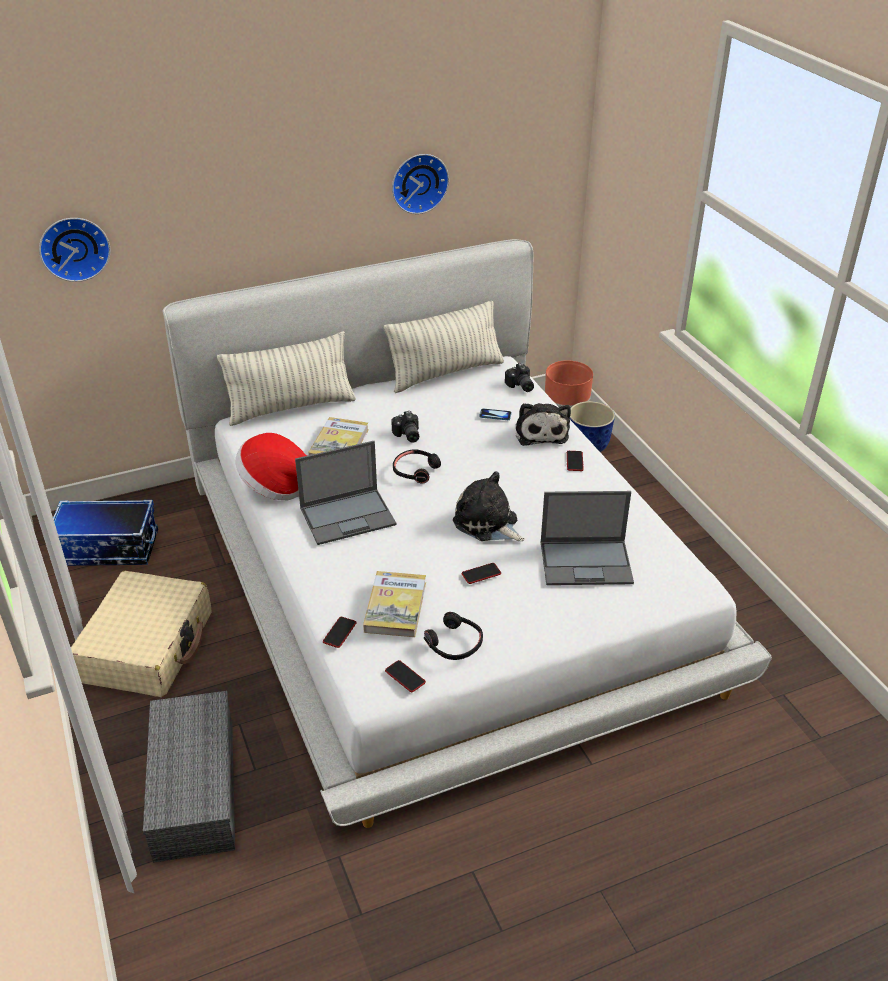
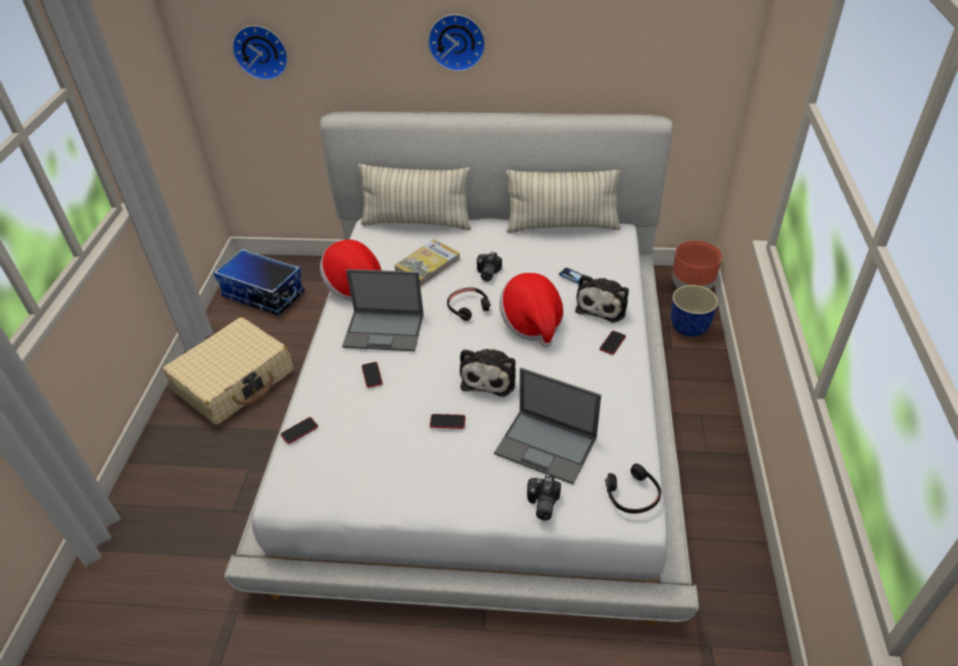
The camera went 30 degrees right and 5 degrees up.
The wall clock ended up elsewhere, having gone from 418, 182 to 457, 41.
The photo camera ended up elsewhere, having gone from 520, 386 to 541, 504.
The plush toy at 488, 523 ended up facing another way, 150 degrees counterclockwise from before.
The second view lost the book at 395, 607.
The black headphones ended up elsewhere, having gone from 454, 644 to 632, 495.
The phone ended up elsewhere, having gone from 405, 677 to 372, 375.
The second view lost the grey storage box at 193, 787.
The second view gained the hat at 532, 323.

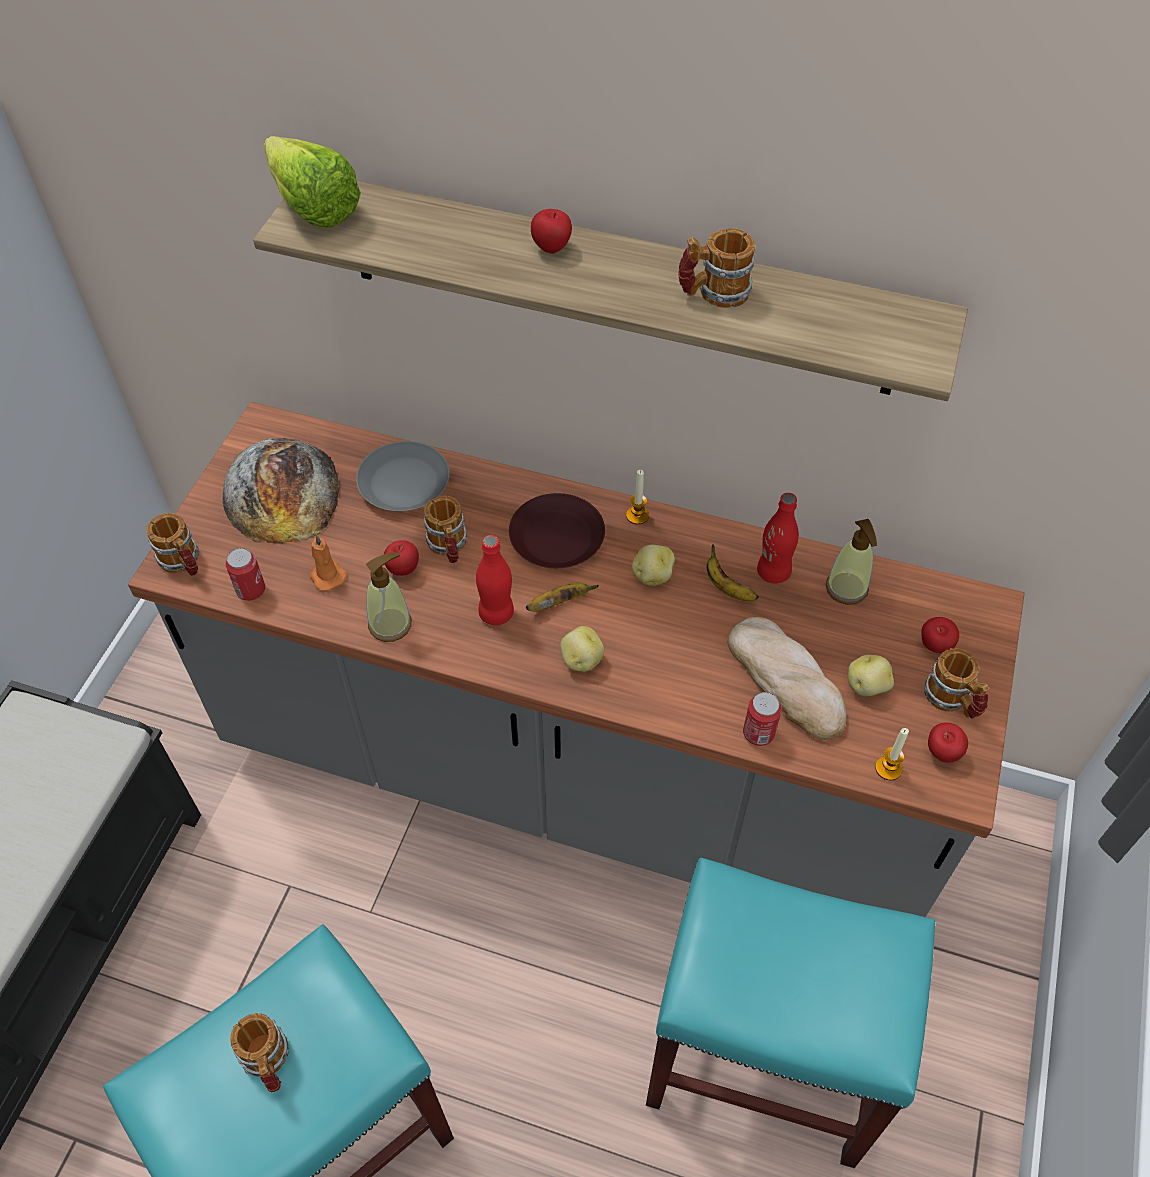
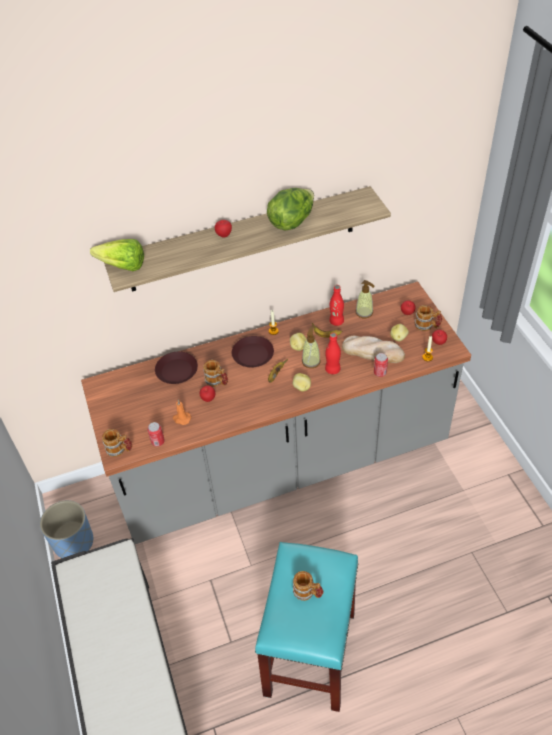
The camera went 35 degrees left and 5 degrees down.
Where the mug stood at 713, 293, the lettuce came to stand at 292, 221.
The second view lost the bread at 282, 490.
What was the grey plate at 403, 483 turned into the brown plate at 176, 371.
The red bottle ended up elsewhere, having gone from 496, 613 to 332, 369.
The soap dispenser ended up elsewhere, having gone from 390, 624 to 311, 361.
The second view lost the turquoise stool at 765, 1057.
The second view gained the blue planter at 73, 542.

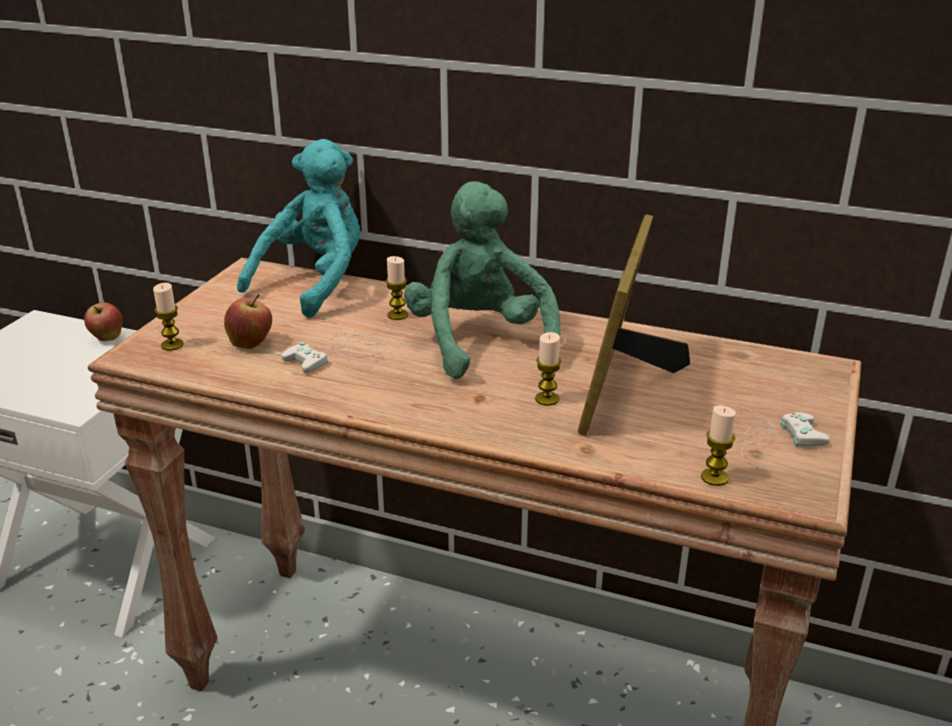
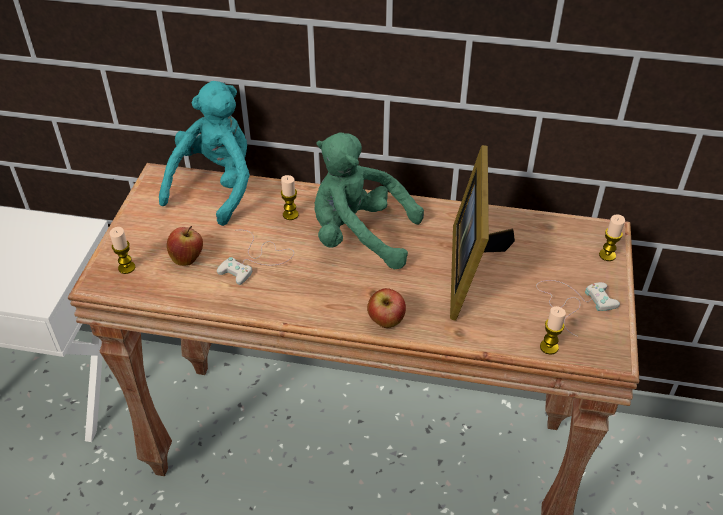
The camera went 10 degrees left and 15 degrees up.
The green plush toy at 479, 342 ended up facing another way, 45 degrees counterclockwise from before.
The apple ended up elsewhere, having gone from 107, 338 to 386, 322.
The candle ended up elsewhere, having gone from 547, 399 to 607, 255.

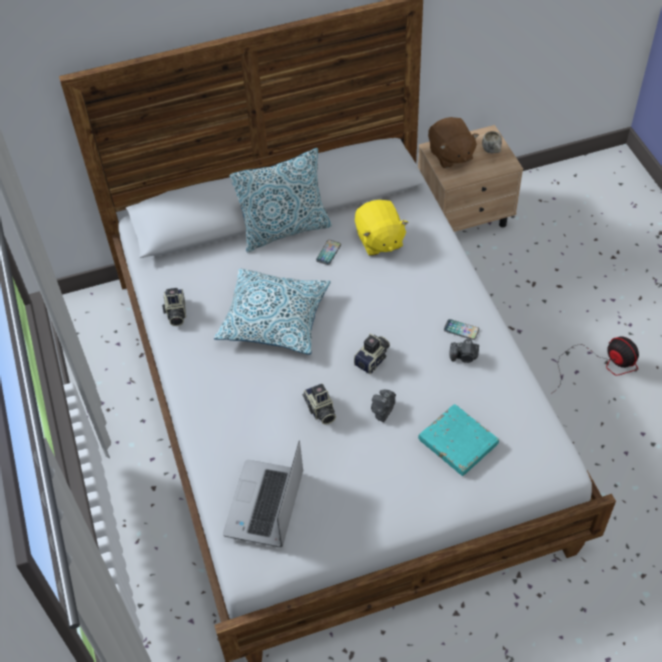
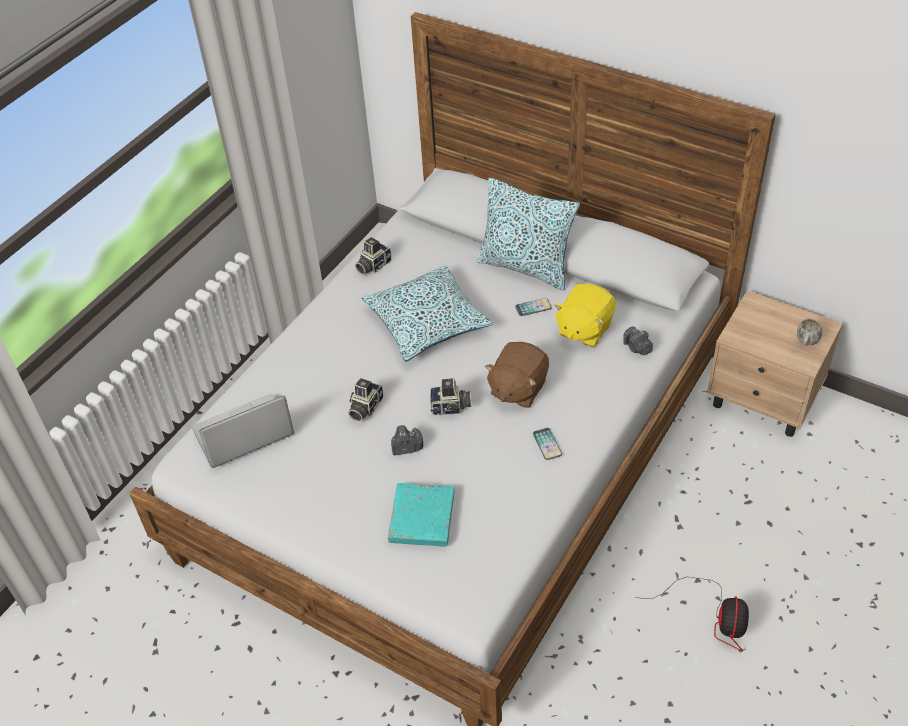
The camera went 50 degrees right and 5 degrees down.
The brown plush toy ended up elsewhere, having gone from 450, 155 to 517, 388.
The photo camera ended up elsewhere, having gone from 464, 357 to 637, 348.

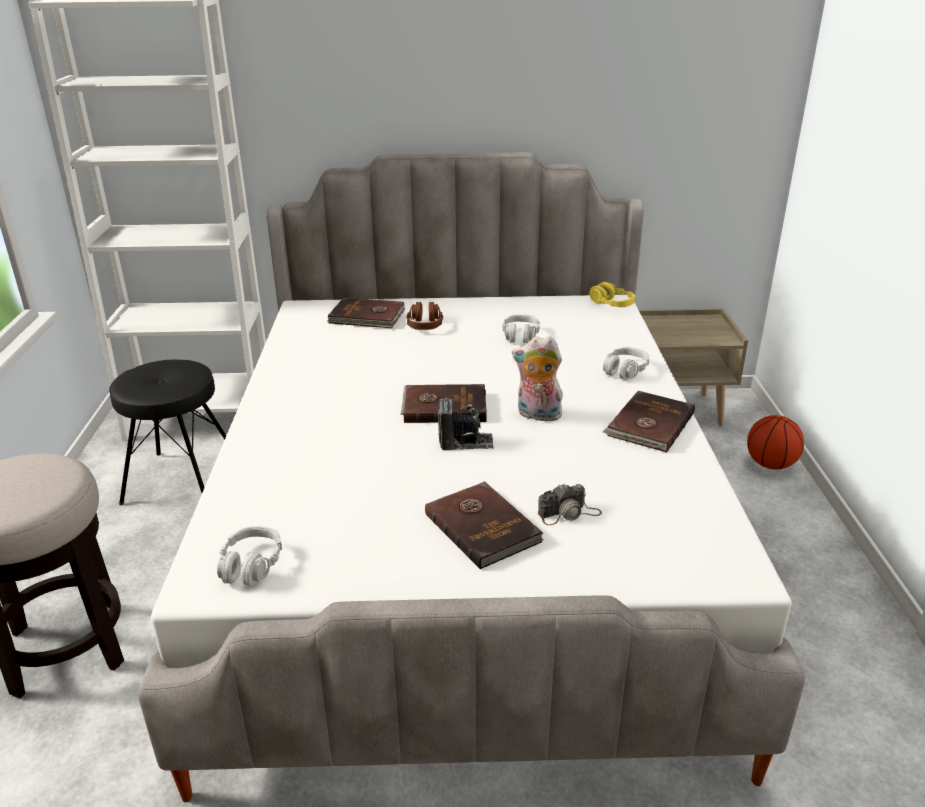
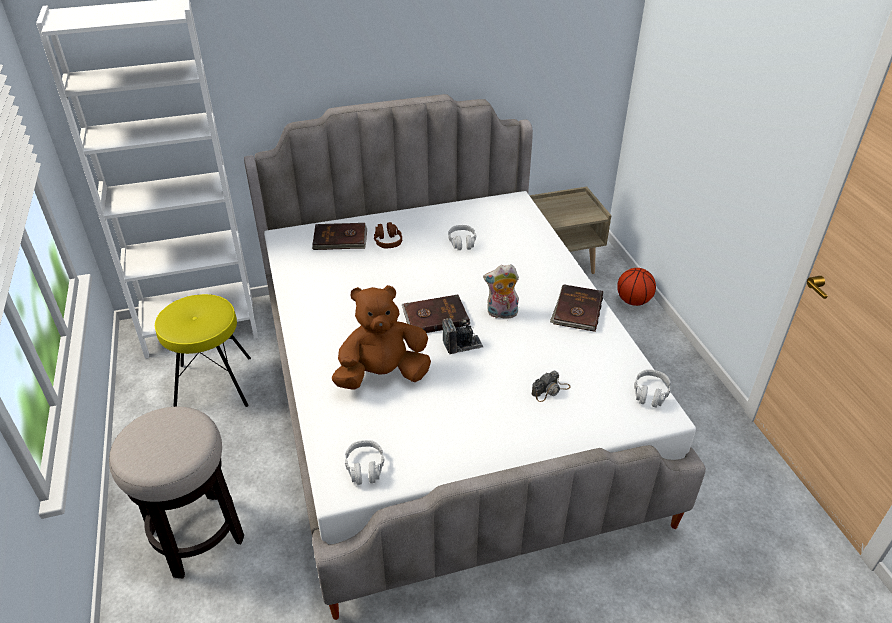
The camera went 15 degrees left and 10 degrees up.
The second view lost the yellow headphones at 611, 304.
The grey headphones ended up elsewhere, having gone from 625, 370 to 650, 394.
What was the black stool at 181, 480 turned into the yellow stool at 213, 385.
The second view lost the brown book at 483, 527.
The second view gained the brown plush toy at 383, 375.

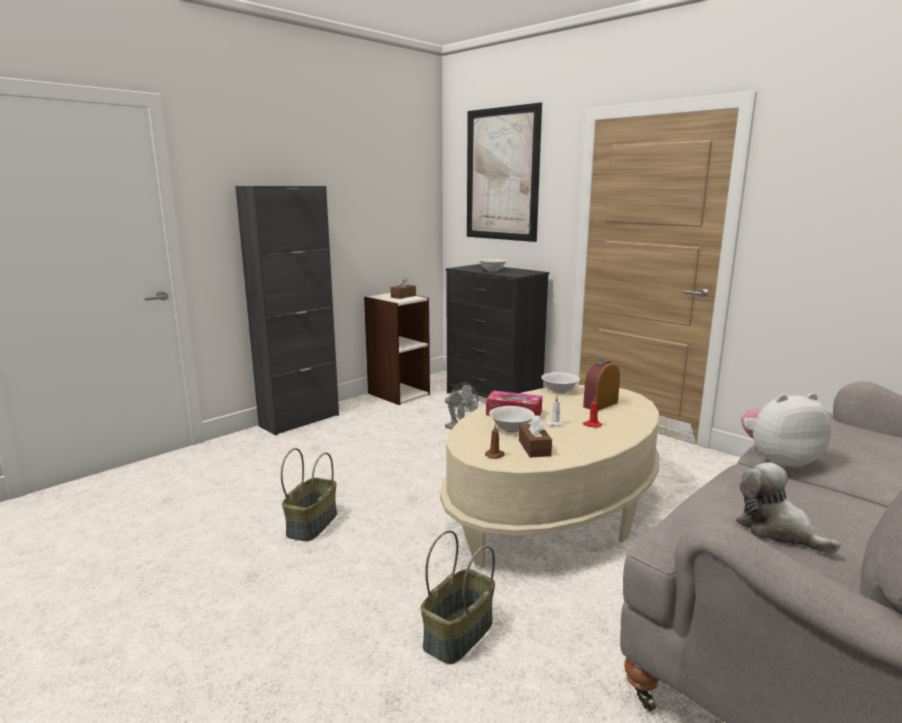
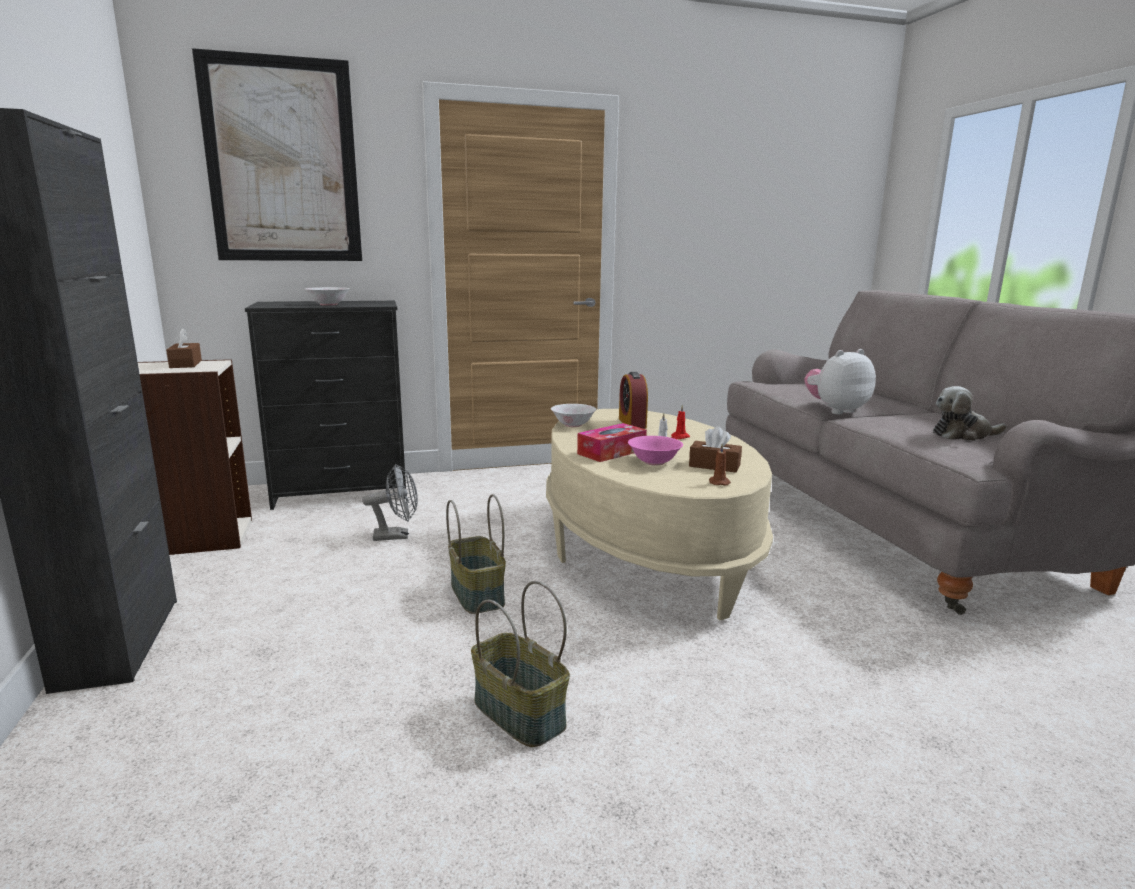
The camera went 60 degrees left and 0 degrees up.
The plush toy at 778, 461 ended up facing another way, 45 degrees clockwise from before.
What was the white bowl at 511, 429 turned into the pink bowl at 654, 462.
The basket ended up elsewhere, having gone from 459, 635 to 478, 594.

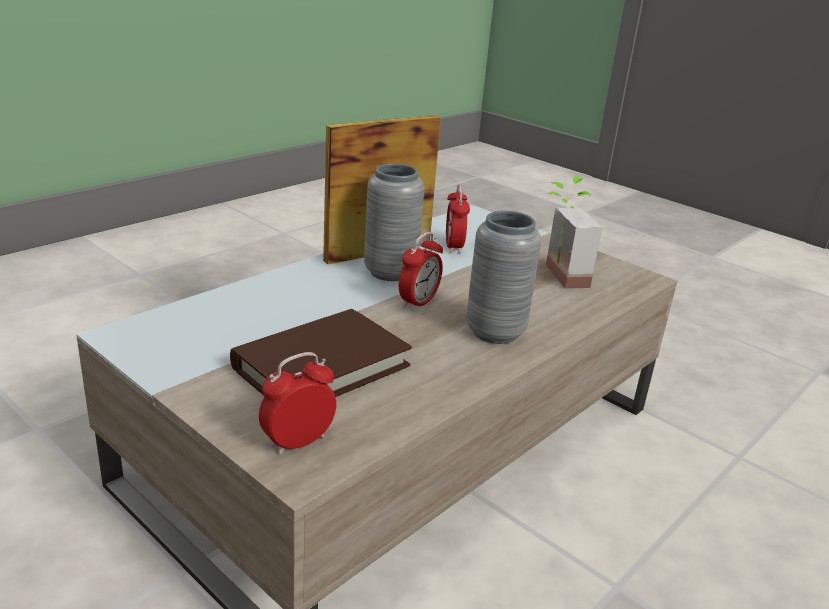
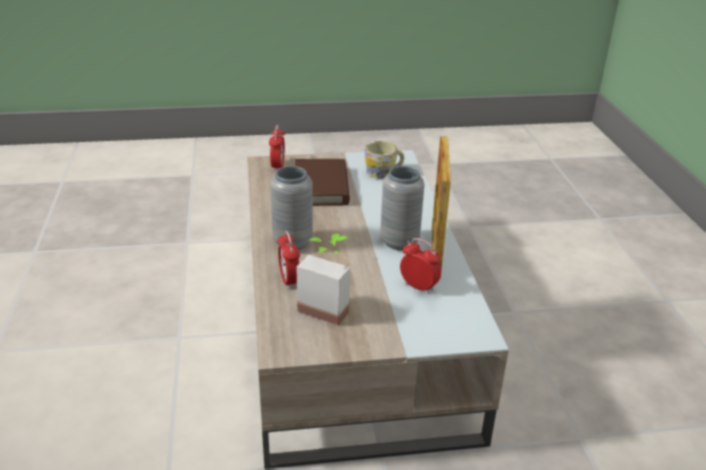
The camera went 130 degrees right and 5 degrees up.
The alarm clock ended up elsewhere, having gone from 418, 303 to 289, 280.
The second view gained the mug at 384, 172.

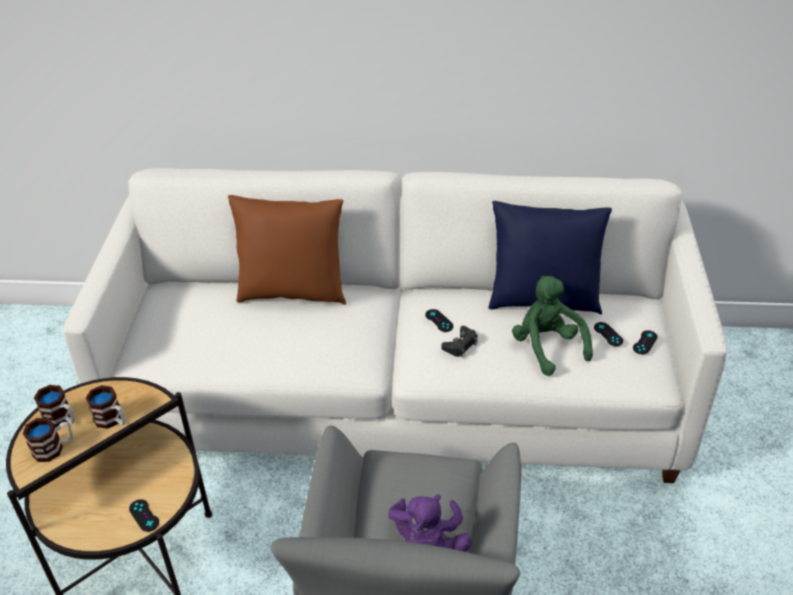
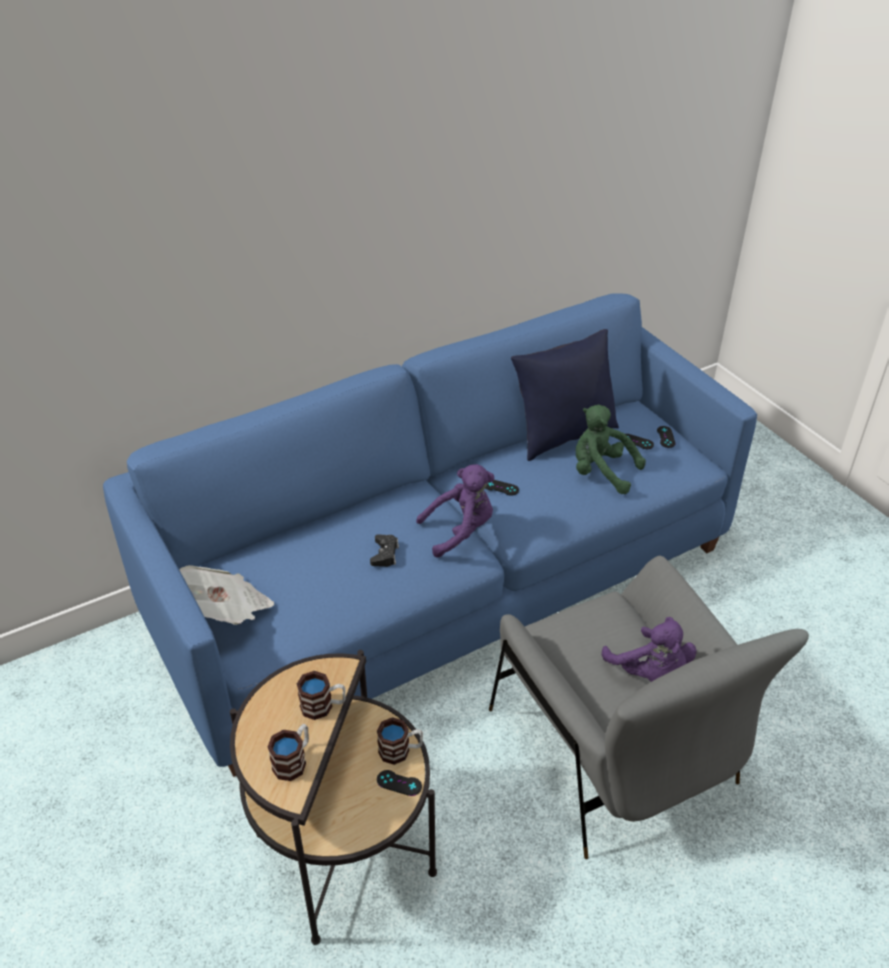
The camera went 35 degrees left and 0 degrees up.
What was the white sofa at 400, 393 turned into the blue sofa at 445, 583.
The second view lost the brown pillow at 292, 292.
The black game controller ended up elsewhere, having gone from 460, 345 to 385, 554.
The mug ended up elsewhere, having gone from 62, 419 to 400, 750.
The second view gained the purple plush toy at 460, 531.
The second view gained the newspaper at 226, 611.

